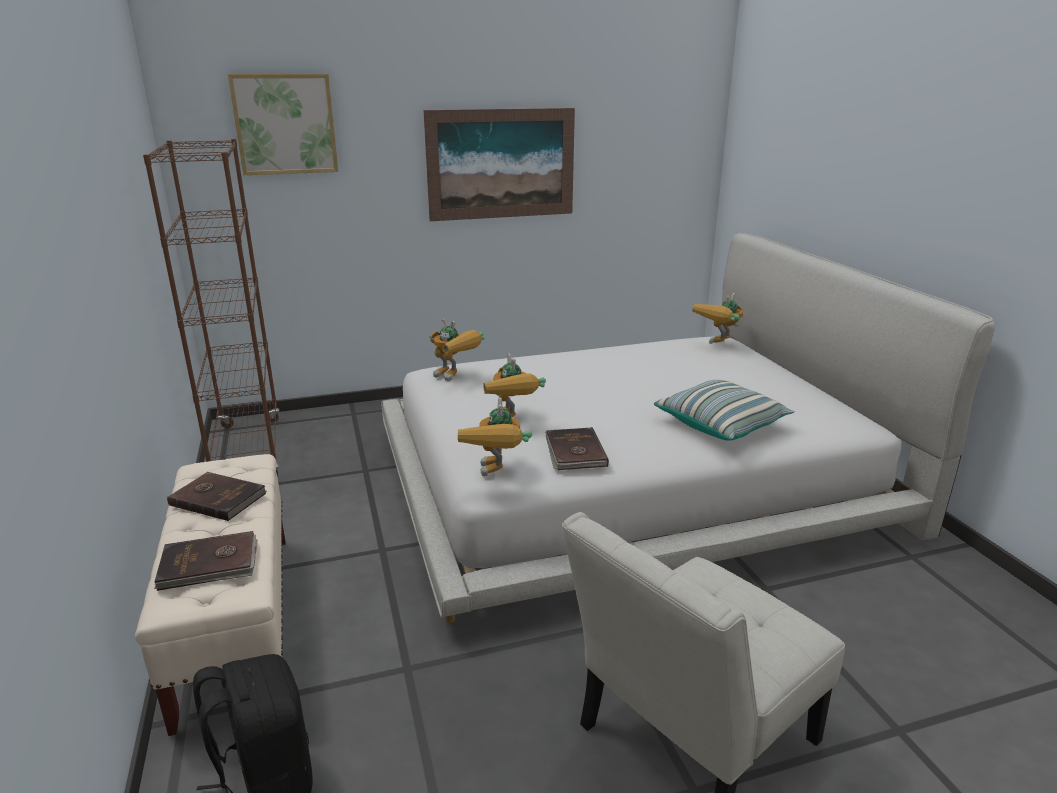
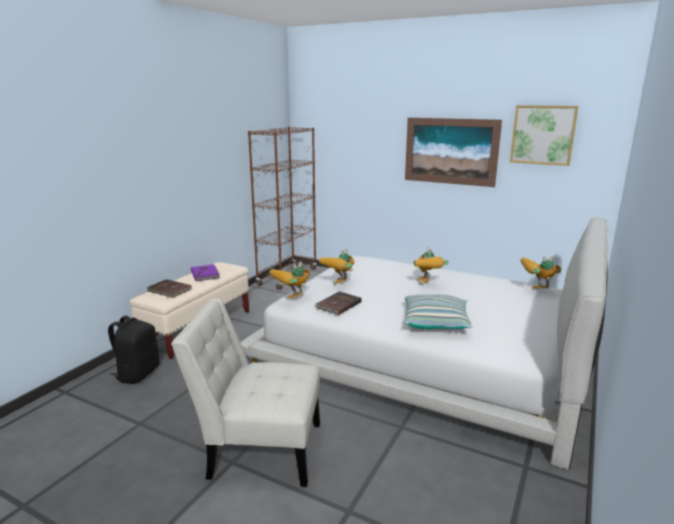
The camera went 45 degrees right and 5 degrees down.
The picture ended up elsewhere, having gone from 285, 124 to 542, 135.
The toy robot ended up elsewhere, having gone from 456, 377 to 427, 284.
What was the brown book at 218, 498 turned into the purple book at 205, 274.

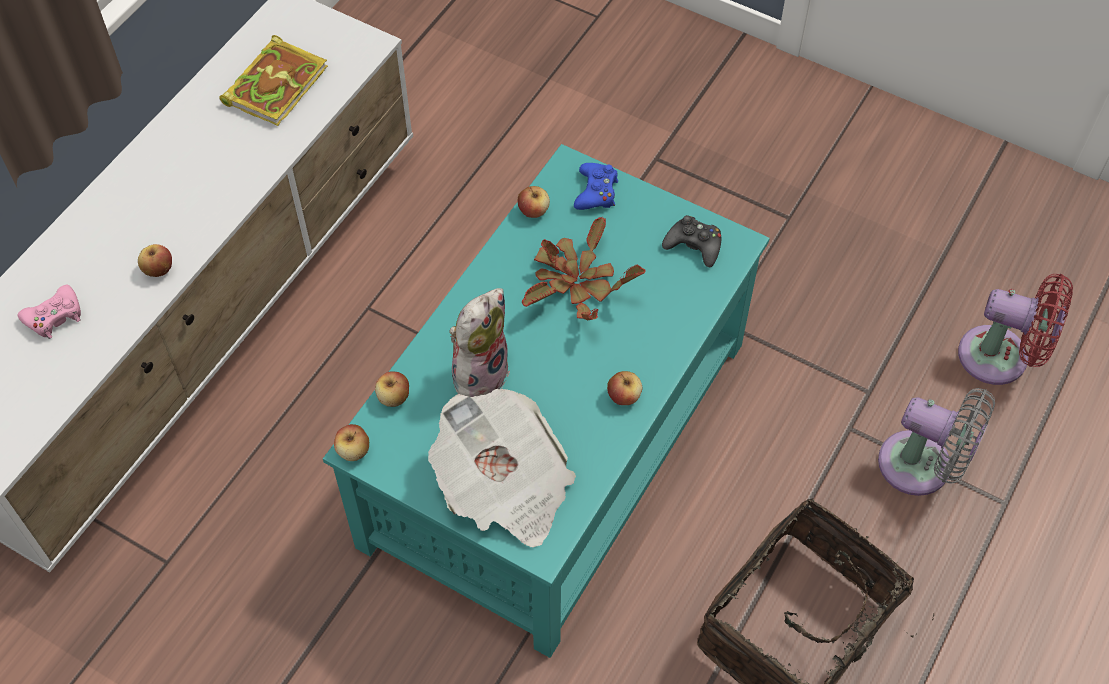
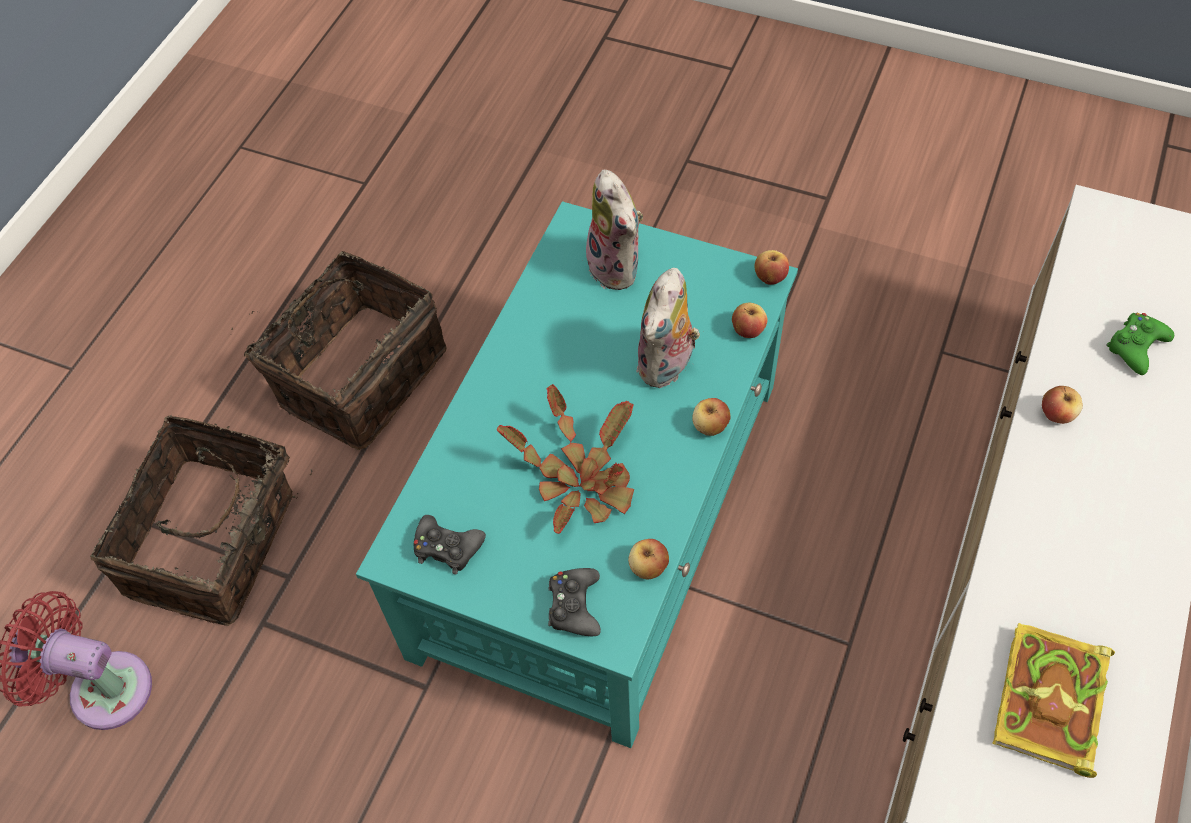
The camera went 175 degrees right and 0 degrees up.
What was the blue game controller at 596, 192 turned into the black game controller at 574, 606.
What was the pink game controller at 54, 317 turned into the green game controller at 1136, 347.
The apple ended up elsewhere, having gone from 624, 396 to 710, 426.
Where the grey fan stood at 922, 467, the basket came to stand at 217, 544.
Where the newspaper stood at 505, 486, the plush toy came to stand at 618, 267.

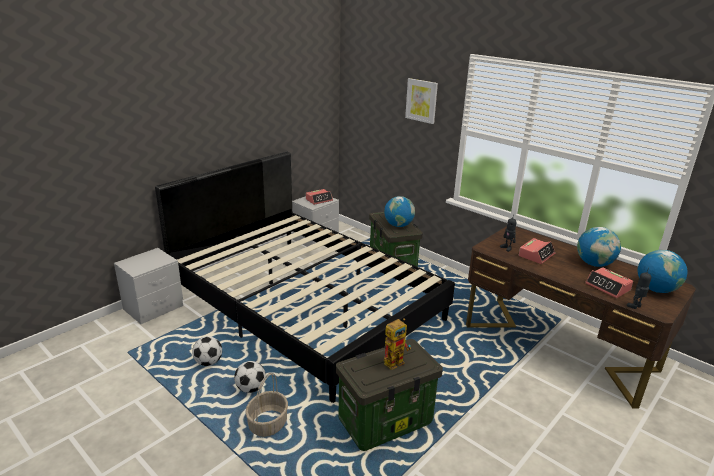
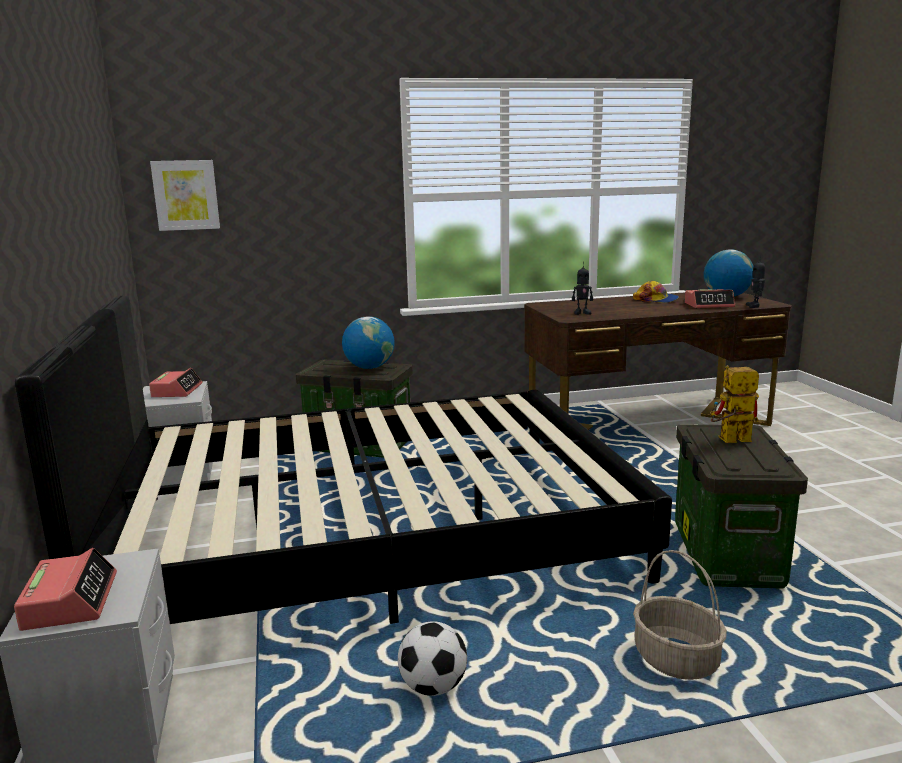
The camera went 55 degrees left and 10 degrees down.
The picture ended up elsewhere, having gone from 421, 100 to 186, 195.
Where the globe stood at 594, 264, the cap came to stand at 656, 300.
The alarm clock ended up elsewhere, having gone from 536, 255 to 70, 601.
The toy robot at 396, 360 ended up facing another way, 90 degrees counterclockwise from before.
The second view lost the football at 251, 388.

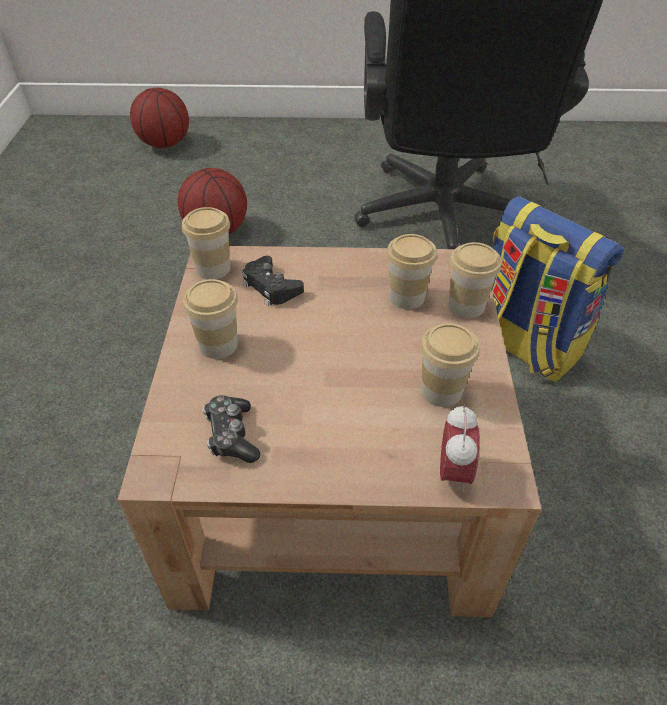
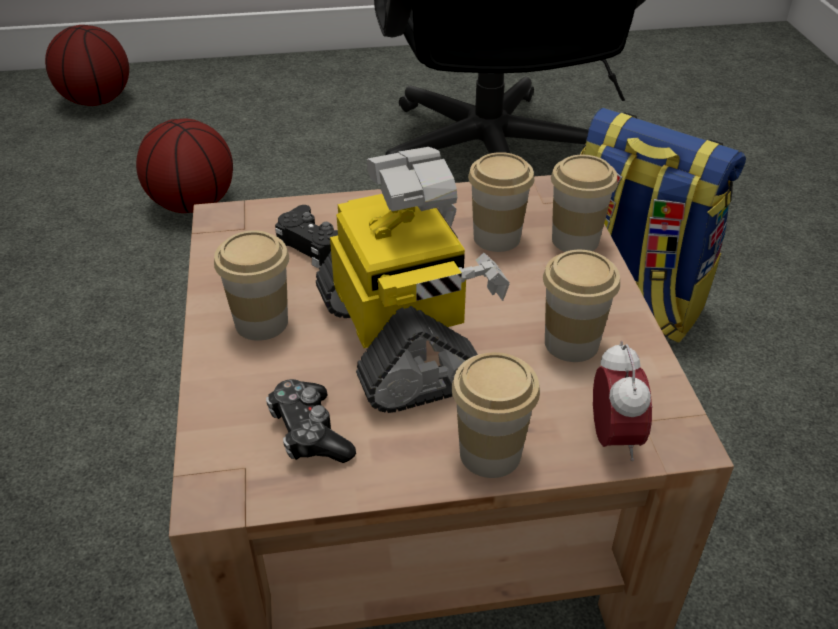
The camera went 10 degrees left and 5 degrees down.
The cup ended up elsewhere, having gone from 213, 268 to 490, 453.
The second view gained the toy robot at 402, 342.

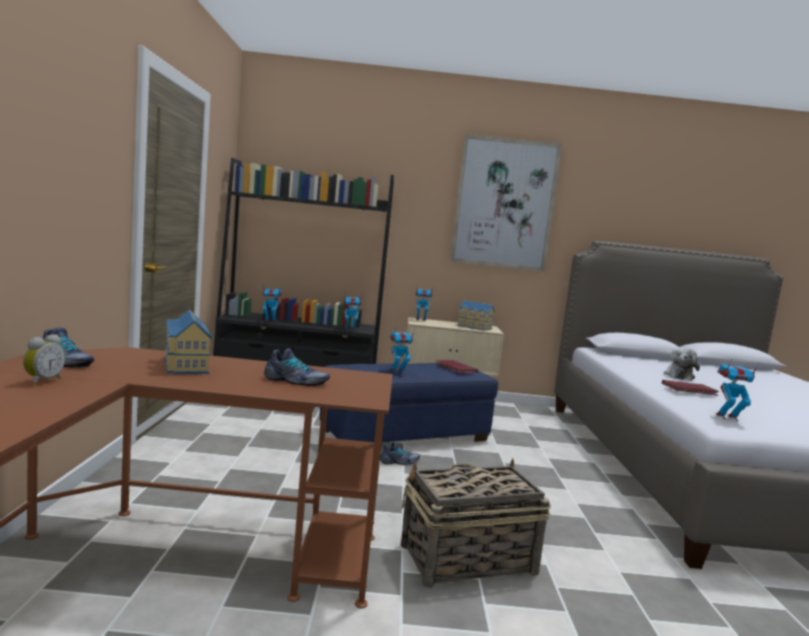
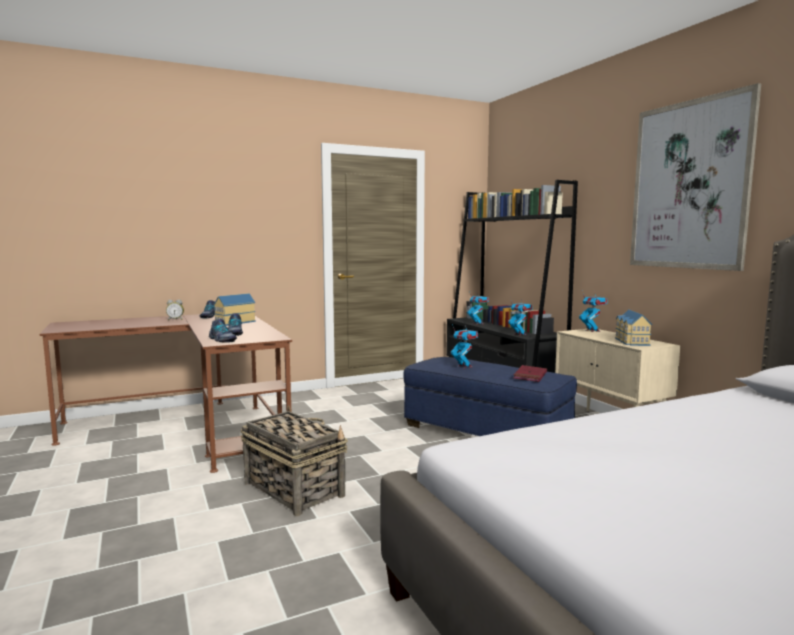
The camera went 65 degrees right and 0 degrees up.
The second view lost the plush toy at 678, 376.
The second view lost the toy robot at 727, 417.
The second view lost the red book at 689, 390.
The shoe ended up elsewhere, having gone from 399, 462 to 222, 340.

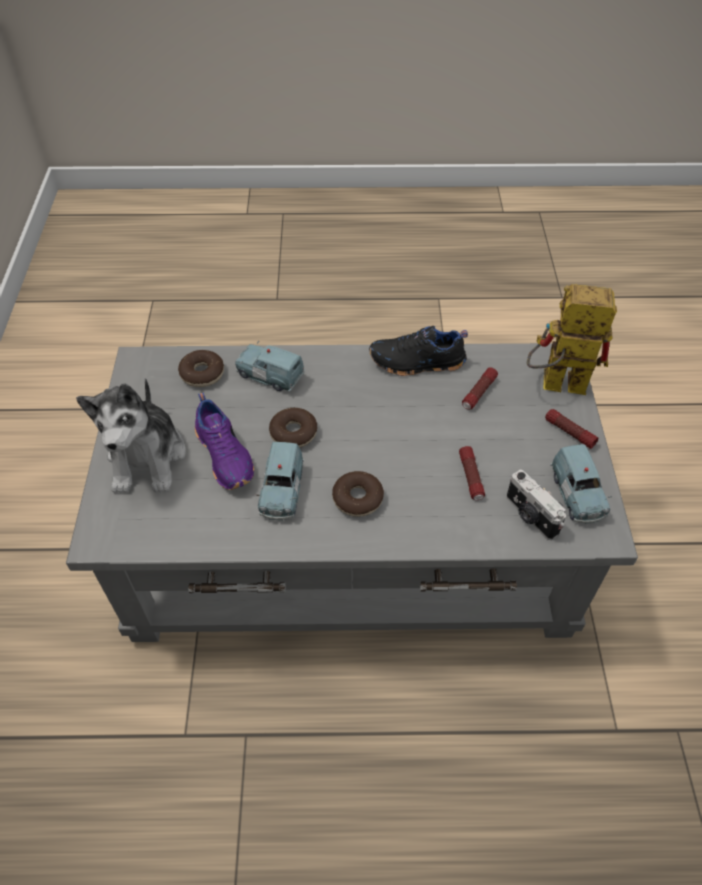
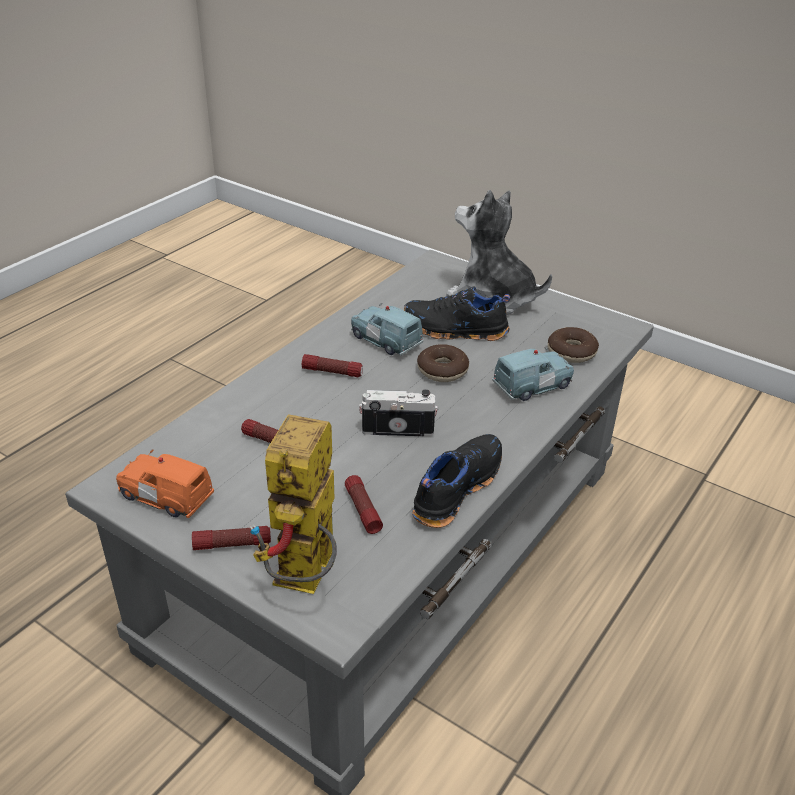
The camera went 125 degrees right and 15 degrees down.
The toy robot at 553, 384 ended up facing another way, 150 degrees clockwise from before.
What was the purple shoe at 226, 455 turned into the black shoe at 455, 331.
What was the blue toy car at 577, 495 turned into the orange toy car at 166, 496.
The photo camera ended up elsewhere, having gone from 530, 516 to 398, 429.
Where the donut stood at 357, 499, the flashlight came to stand at 332, 372.

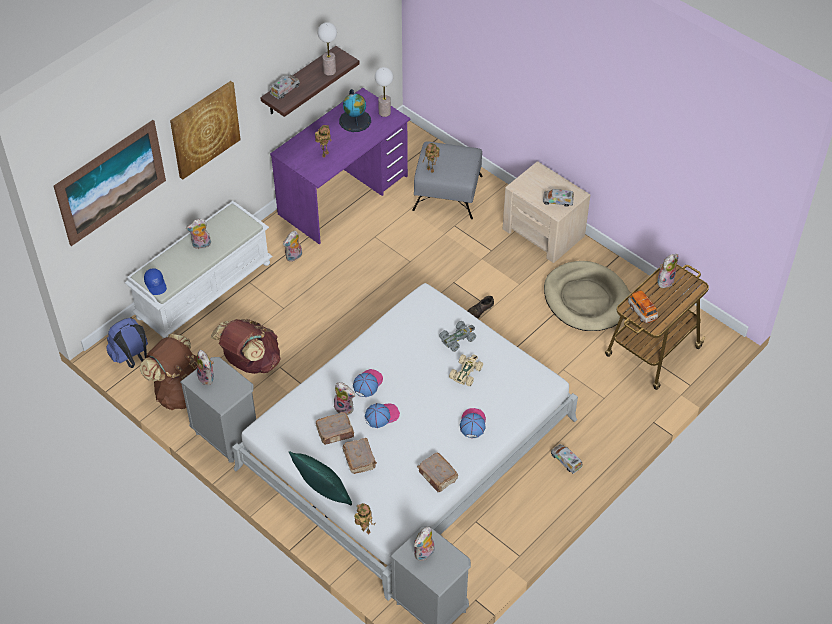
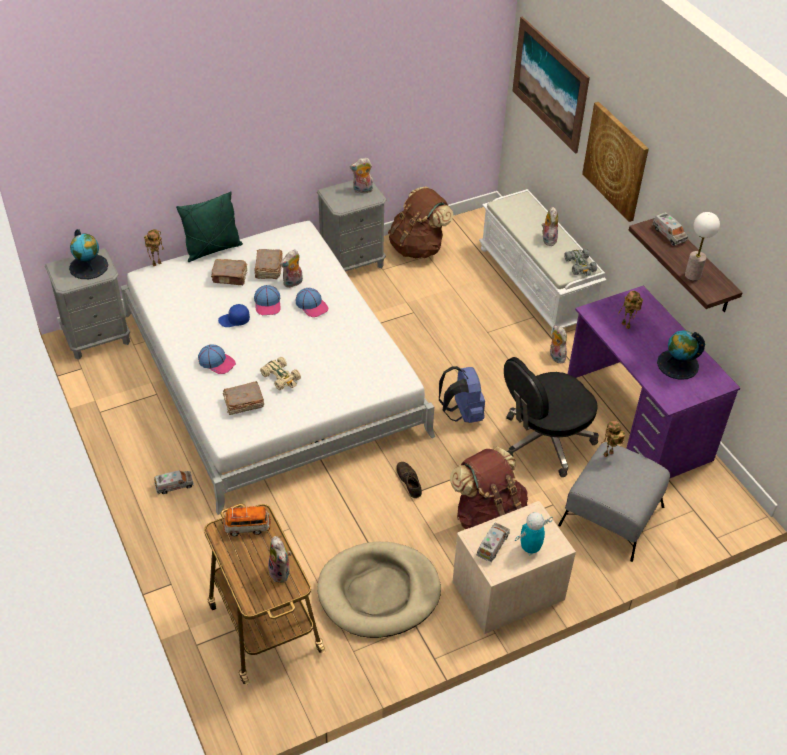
The camera went 110 degrees right and 5 degrees down.
The second view lost the table lamp at 384, 112.
The blue cap ended up elsewhere, having gone from 156, 285 to 234, 320.
The blue backpack ended up elsewhere, having gone from 132, 358 to 462, 414.
The brown backpack ended up elsewhere, having gone from 250, 362 to 488, 517.
The grey toy car ended up elsewhere, having gone from 458, 338 to 580, 266.
The brown book ended up elsewhere, having gone from 437, 476 to 243, 403.
Where the plush toy stood at 424, 554, the globe came to stand at 89, 266.
The second view gained the black office chair at 544, 441.
The second view gained the toy robot at 530, 548.

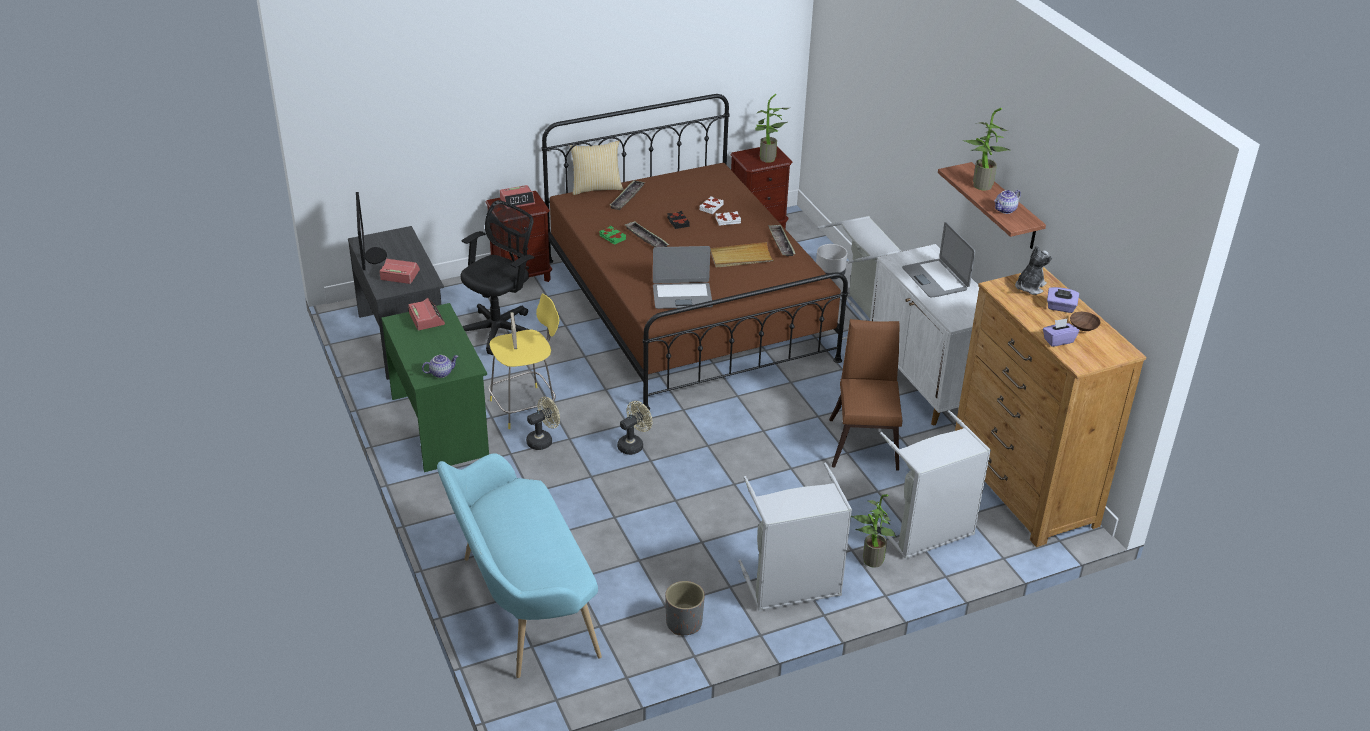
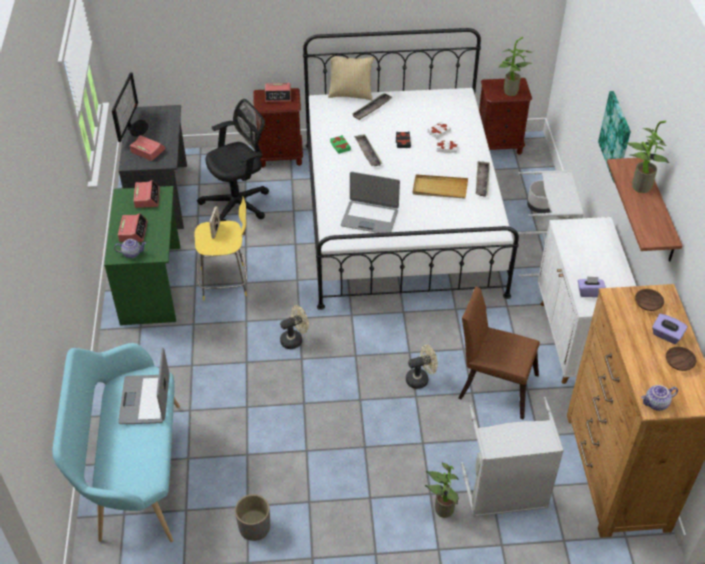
The camera went 20 degrees right and 10 degrees up.
What was the brown bed at 687, 308 turned into the white bed at 400, 215.
The teapot ended up elsewhere, having gone from 1005, 210 to 656, 404.
The laptop ended up elsewhere, having gone from 935, 279 to 145, 400.
Where the plush toy stood at 1029, 287, the brown bowl came to stand at 647, 304.
The brown chair at 864, 440 ended up facing another way, 90 degrees counterclockwise from before.
The purple tissue box ended up elsewhere, having gone from 1058, 340 to 589, 292.
The beige fan ended up elsewhere, having gone from 543, 440 to 420, 379.
The second view lost the grey laundry basket at 792, 587.
The second view gained the picture at 616, 136.
The second view gained the alarm clock at 133, 231.

